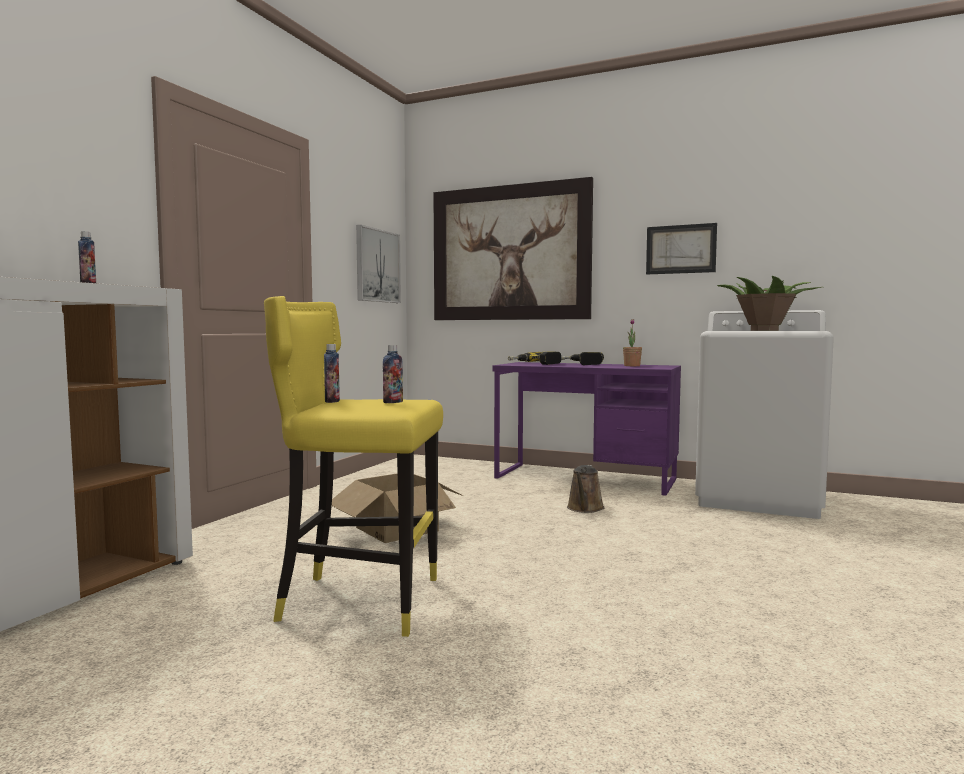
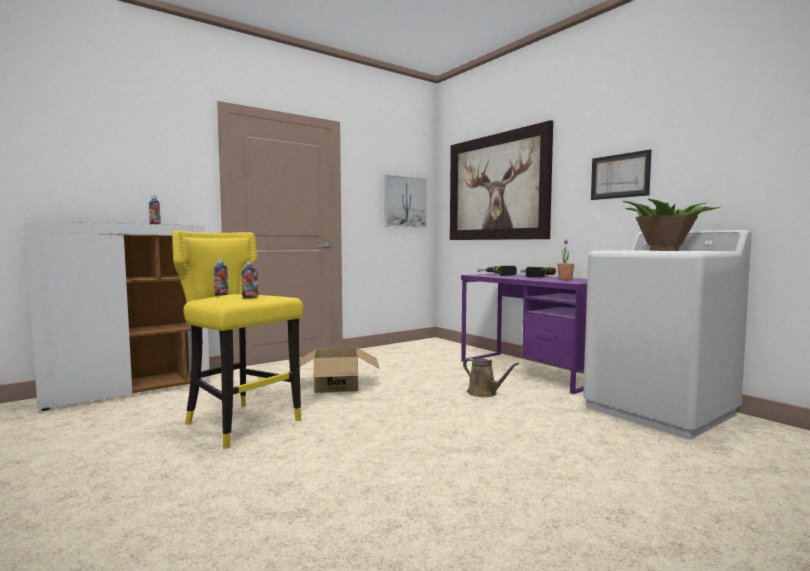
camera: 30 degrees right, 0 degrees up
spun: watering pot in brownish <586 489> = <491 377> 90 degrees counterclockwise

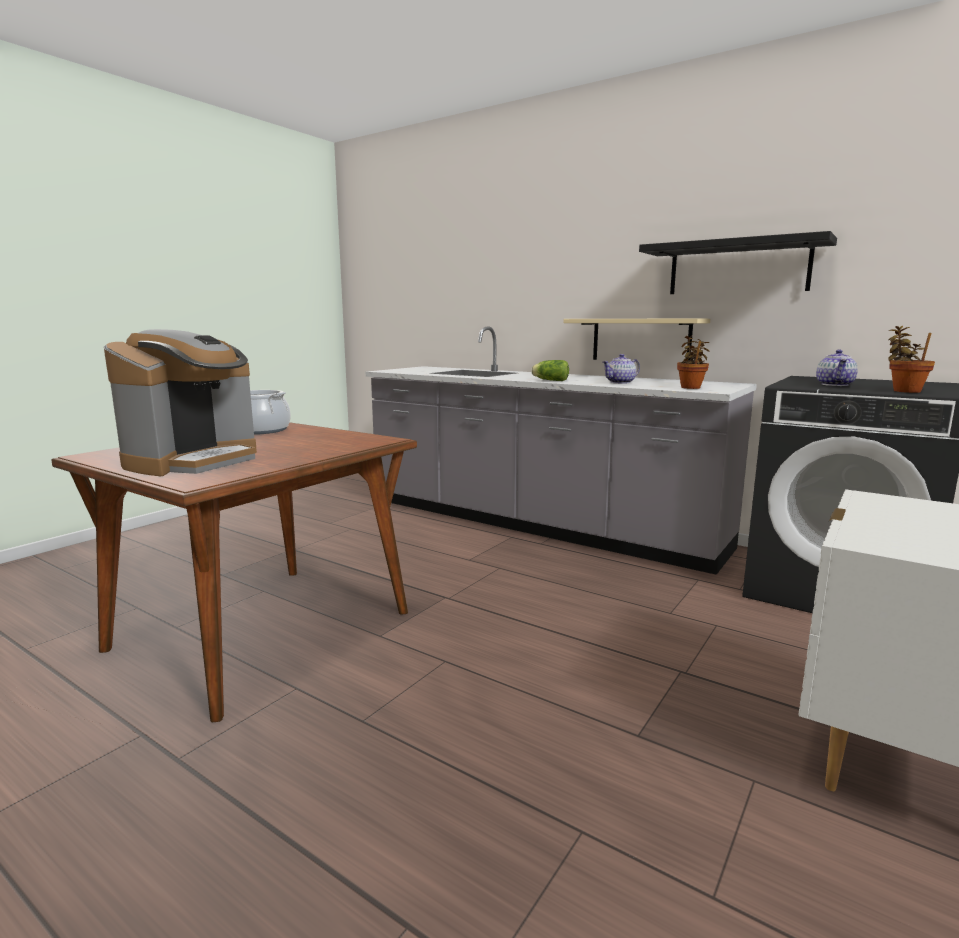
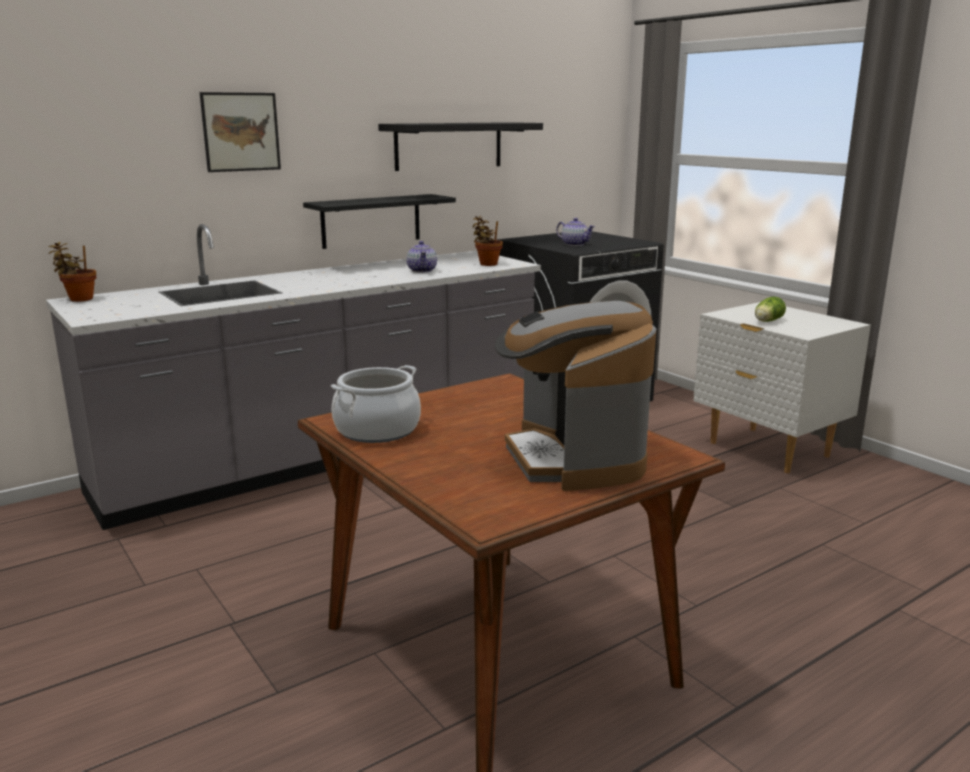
camera: 70 degrees left, 5 degrees up
appeared: wall picture <240 132>
relocated: head of lettuce <550 370> to <770 309>; potted plant <911 359> to <72 272>
colour: bracket shelf in beige <636 339> to bracket shelf in blackish <379 221>
spun: coffee machine <180 402> = <575 396> 150 degrees counterclockwise

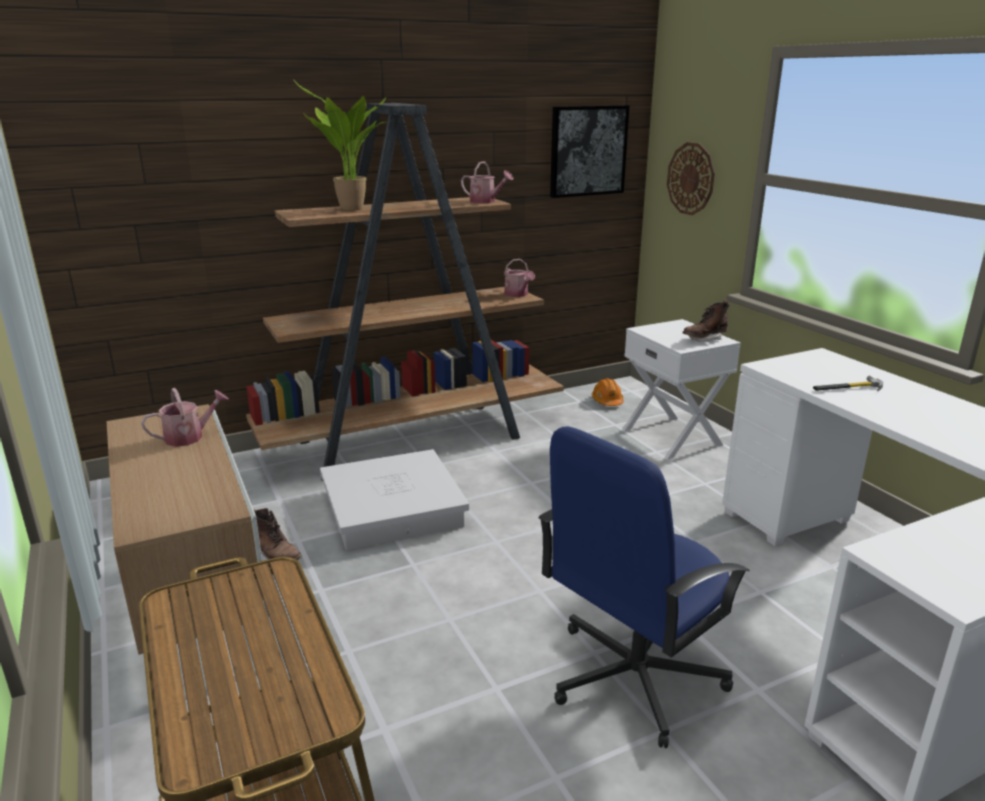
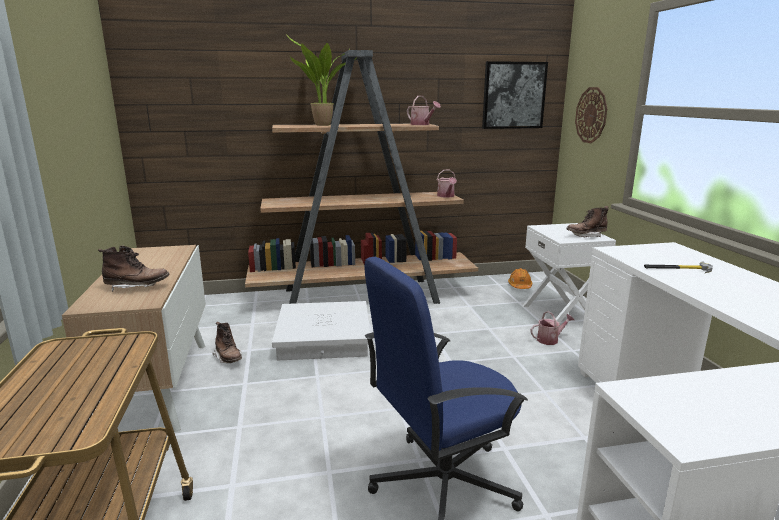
camera: 15 degrees right, 5 degrees down
appeared: boot in brownish <133 268>
relocated: watering pot <184 417> to <552 328>

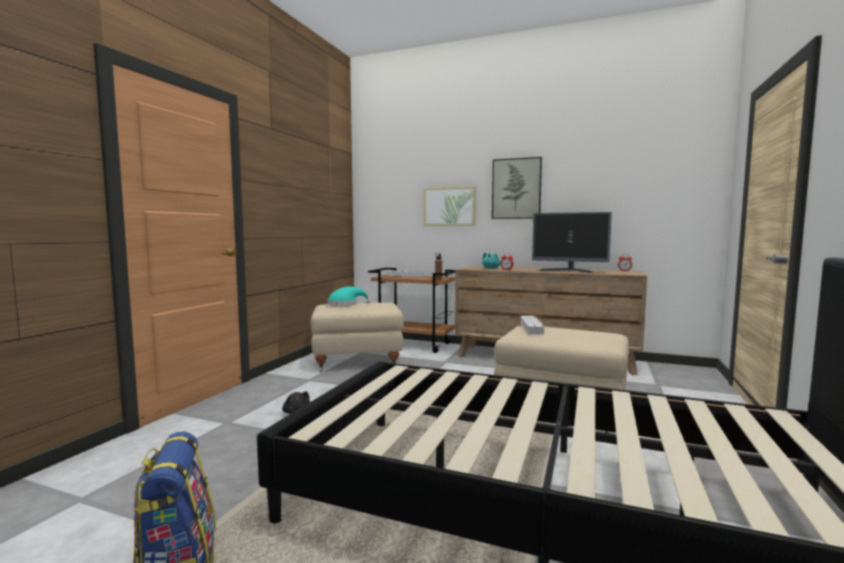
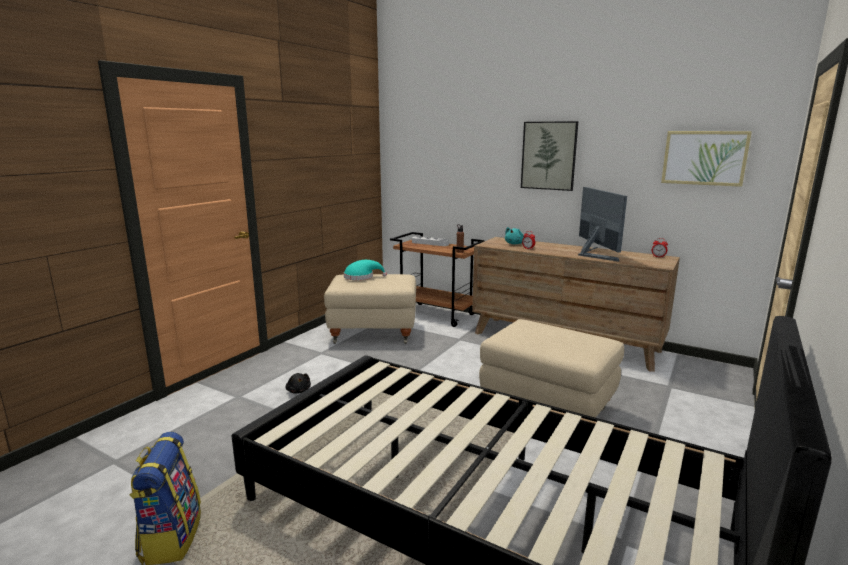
camera: 10 degrees right, 10 degrees up
missing: serving tray in greyish <532 325>
relocated: wall picture <450 206> to <706 159>
spun: computer screen <572 242> = <602 224> 135 degrees counterclockwise

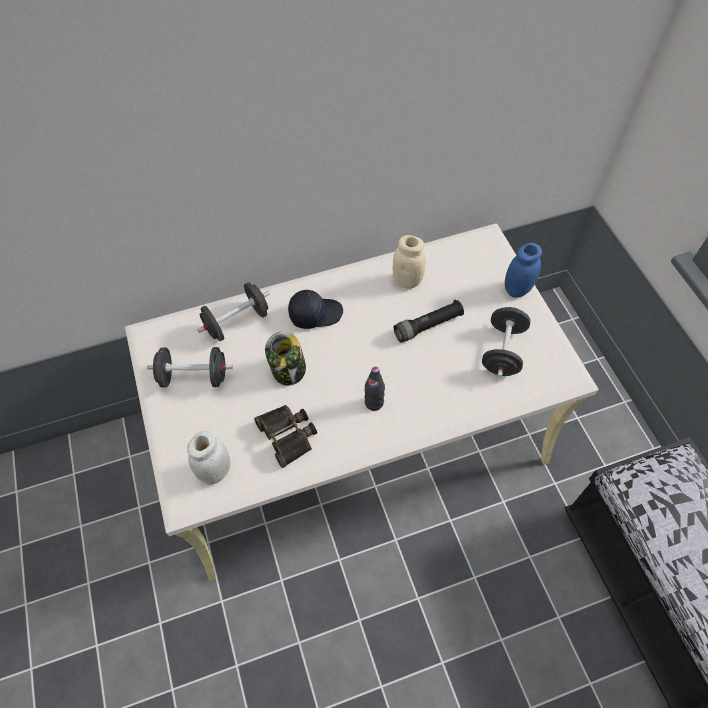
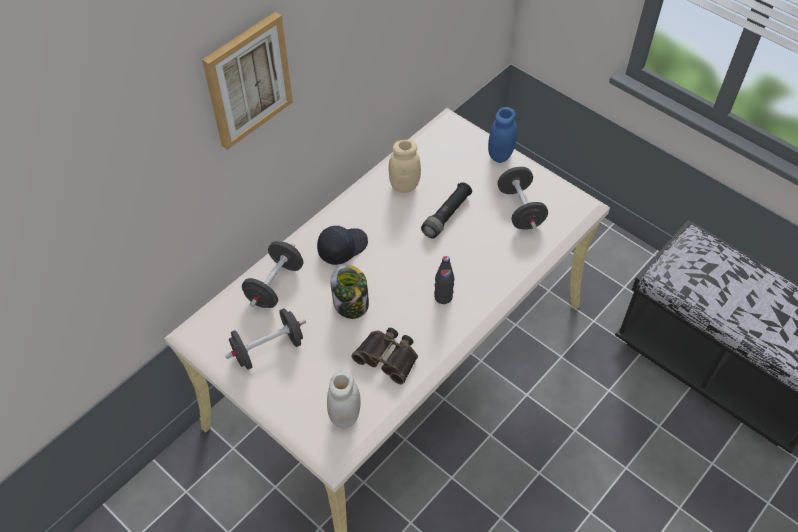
camera: 30 degrees left, 5 degrees down
appeared: wall picture <247 81>

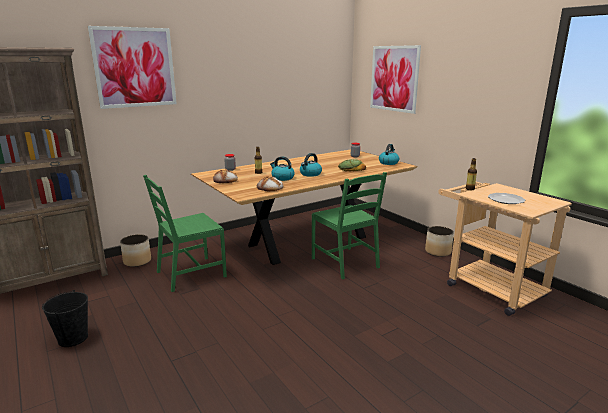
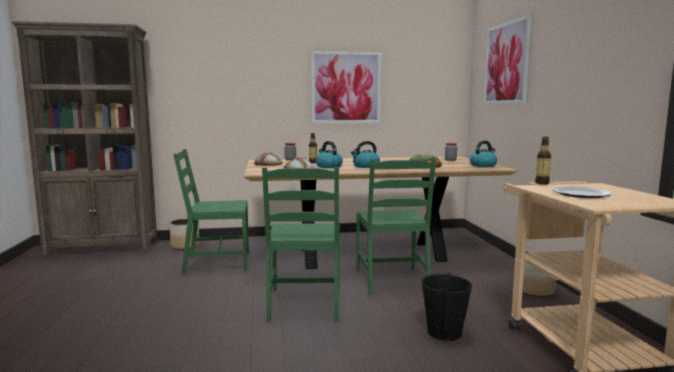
camera: 25 degrees right, 10 degrees down
appeared: chair in green-coloured <301 244>
relocated: bucket in blackish <65 318> to <446 306>; wall picture <132 67> to <346 87>

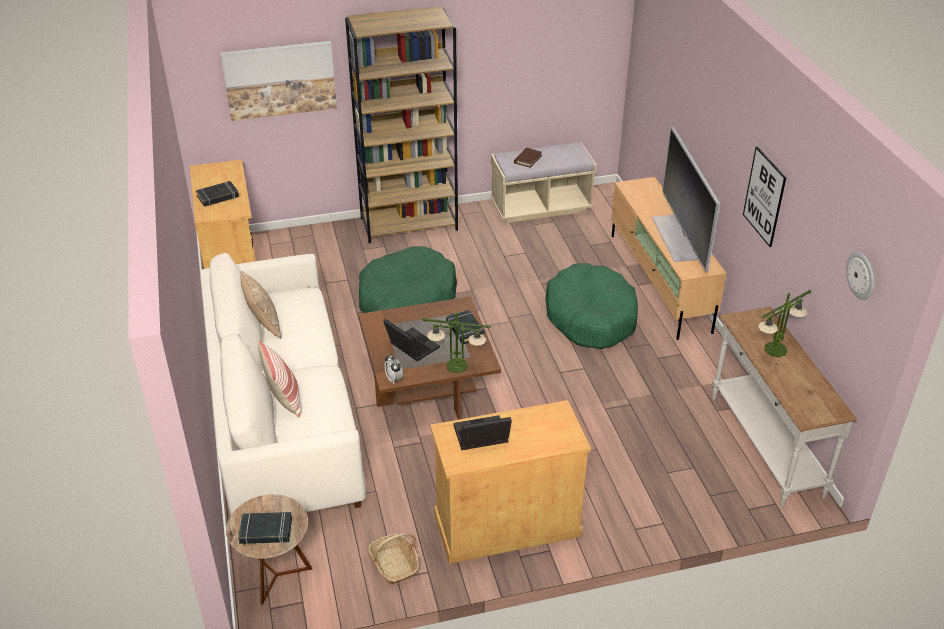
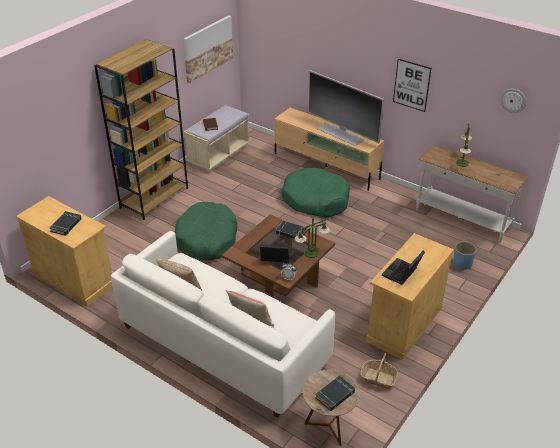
camera: 40 degrees left, 0 degrees up
appeared: plant pot in blue-coloured <465 255>
relocated: wall picture <278 81> to <208 49>

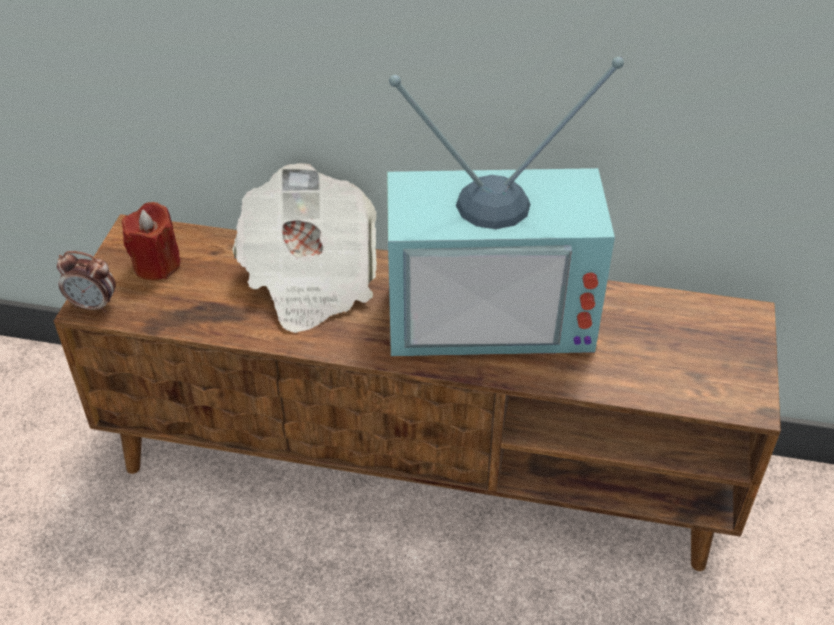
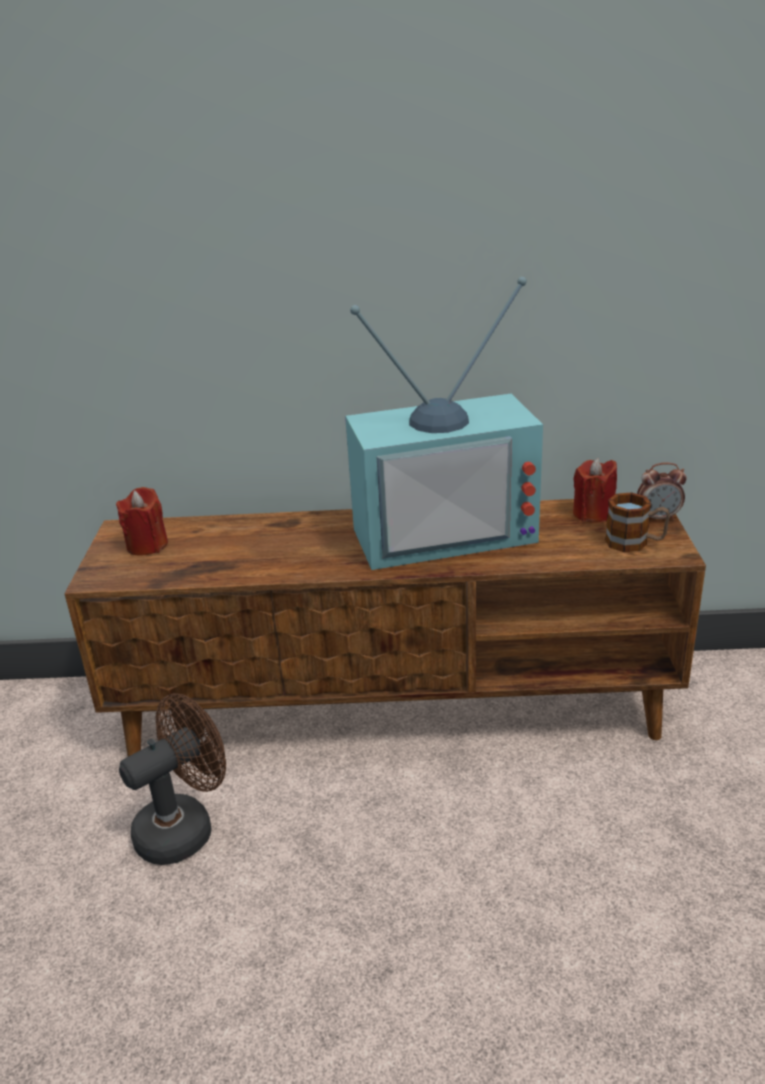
camera: 10 degrees left, 15 degrees down
missing: daily paper <304 248>
appeared: cooling fan in brownish <172 779>; candle in reddish <595 490>; mug <637 522>
relocated: alarm clock <86 282> to <662 491>

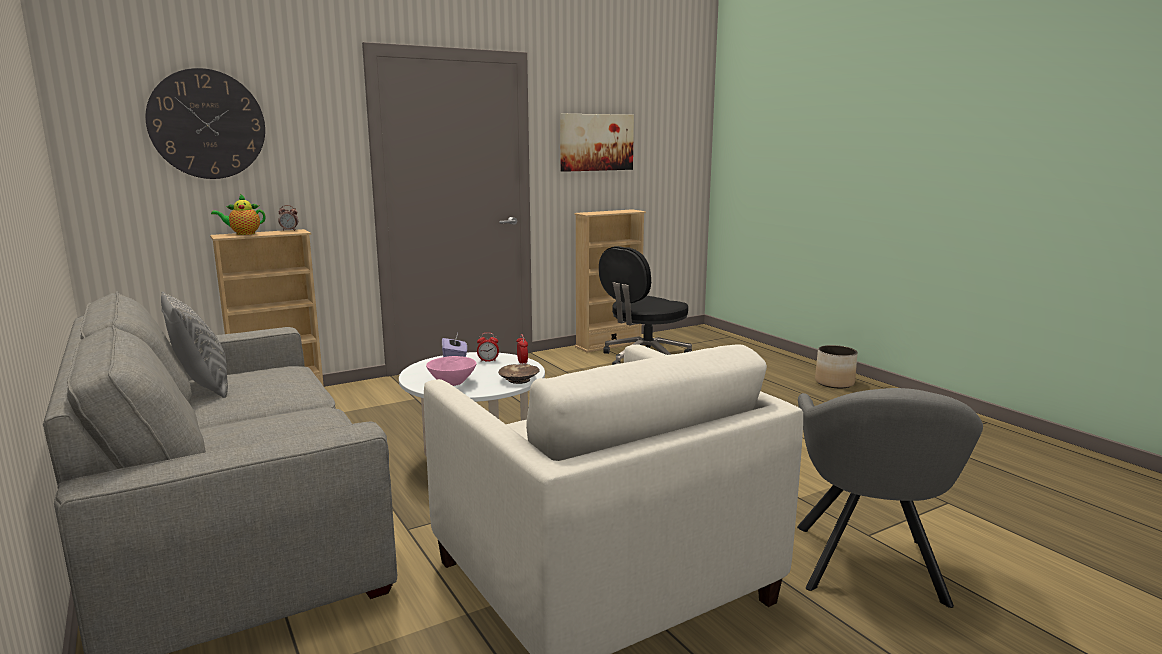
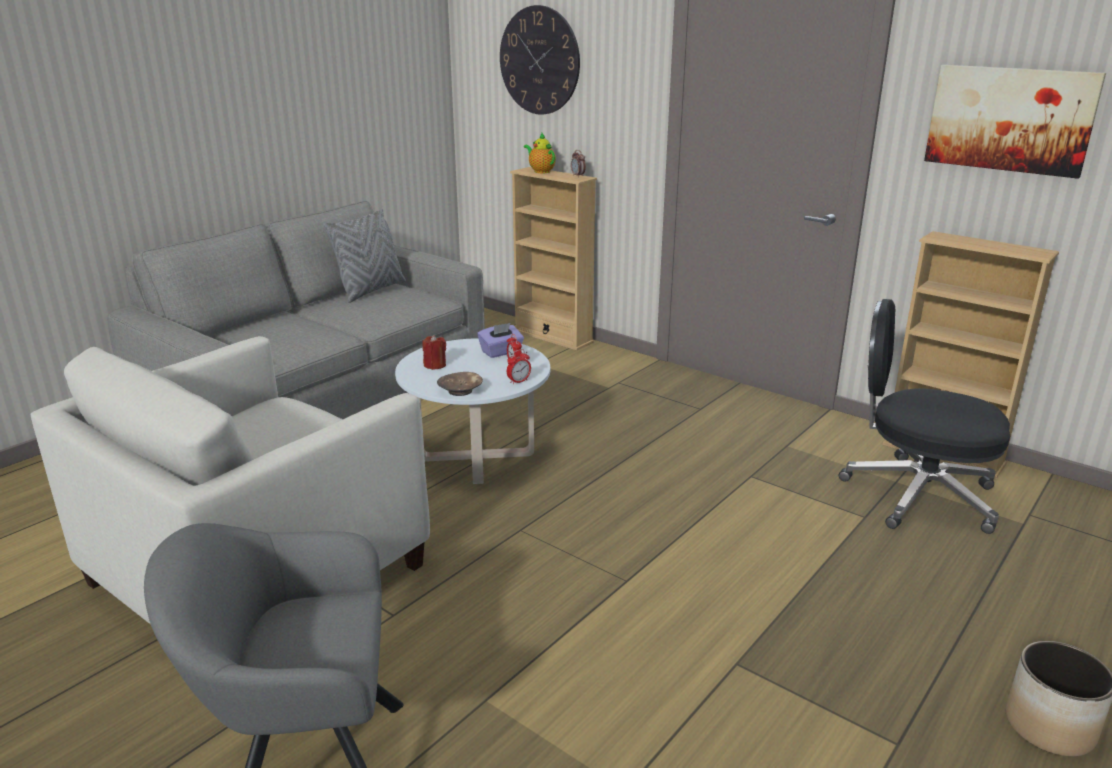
camera: 70 degrees right, 10 degrees up
exchanged: bowl in pinkish <451 371> to candle in reddish <434 352>

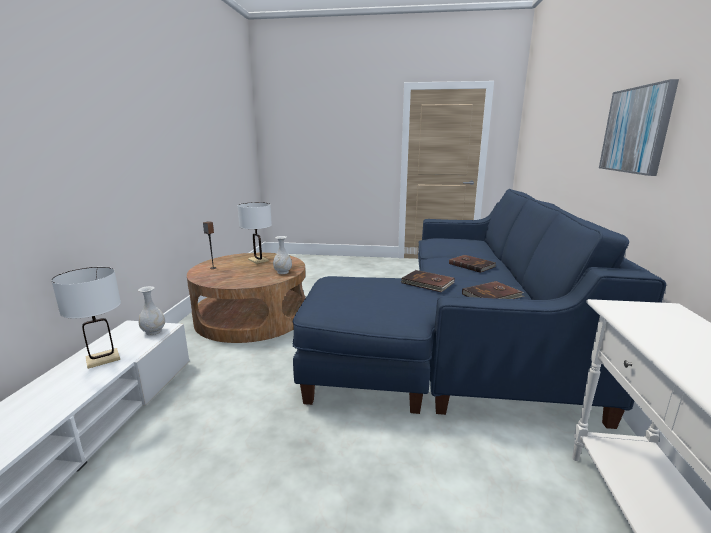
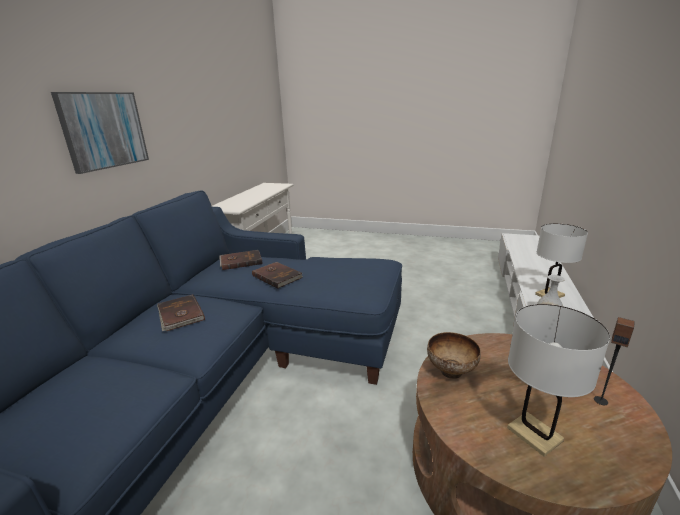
camera: 170 degrees left, 5 degrees up
exchanged: decorative vase in whitish <282 255> to bowl <454 355>

